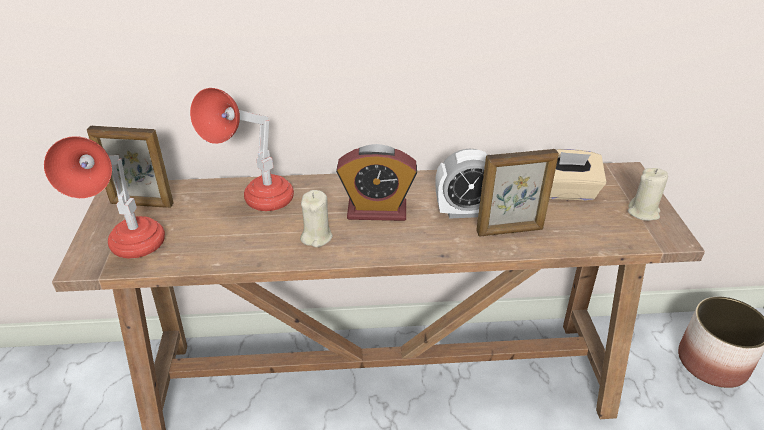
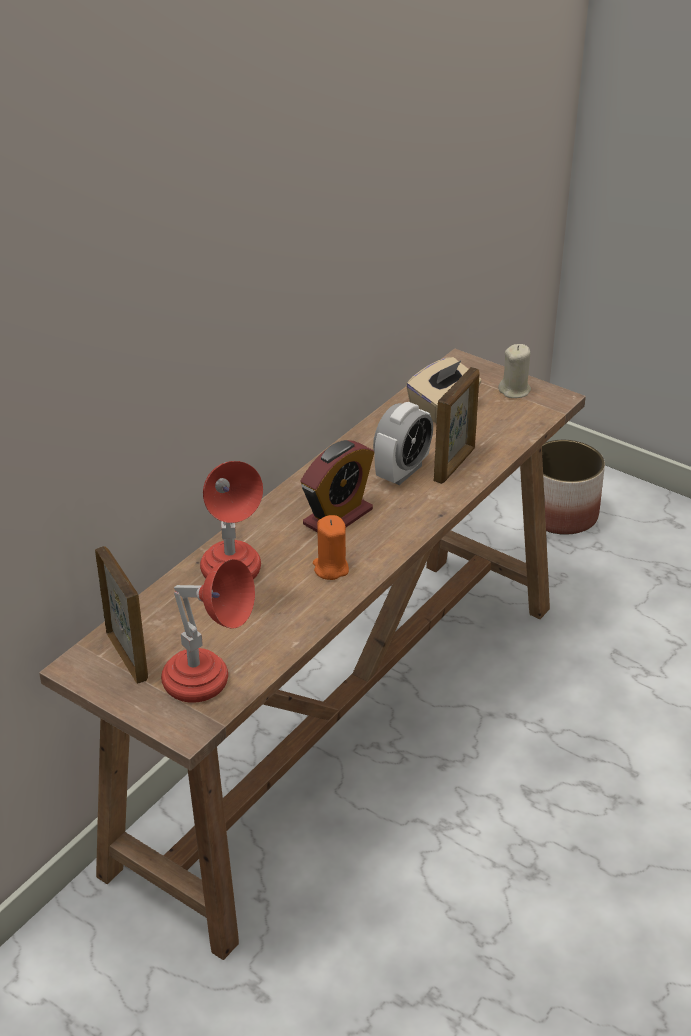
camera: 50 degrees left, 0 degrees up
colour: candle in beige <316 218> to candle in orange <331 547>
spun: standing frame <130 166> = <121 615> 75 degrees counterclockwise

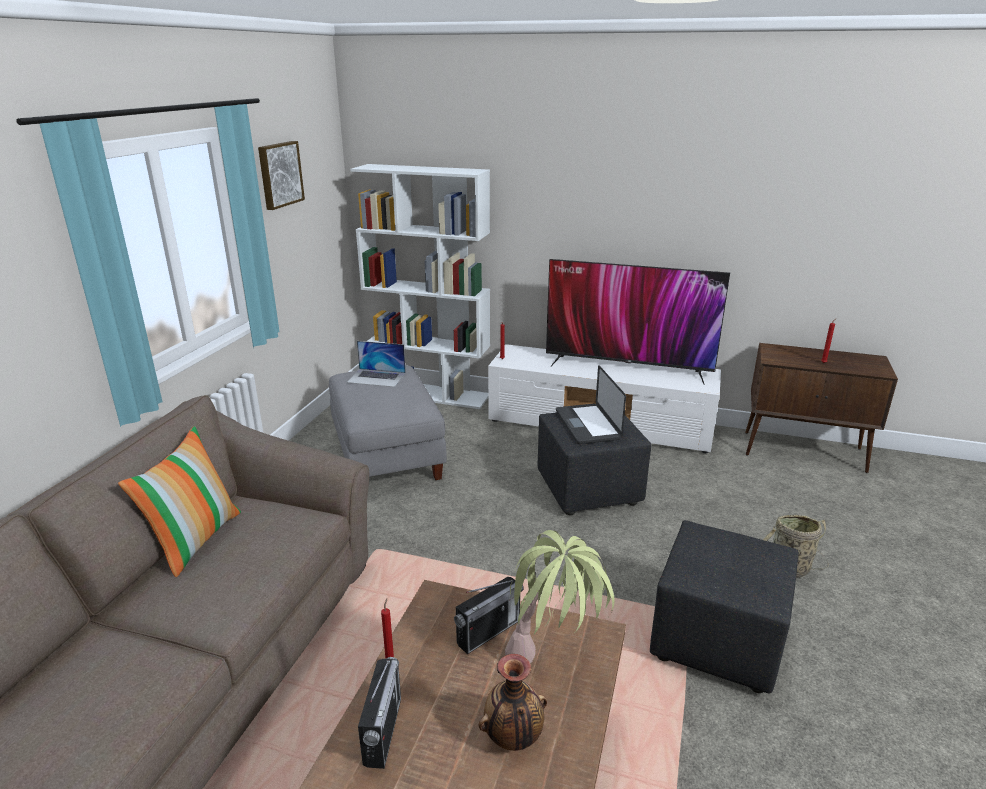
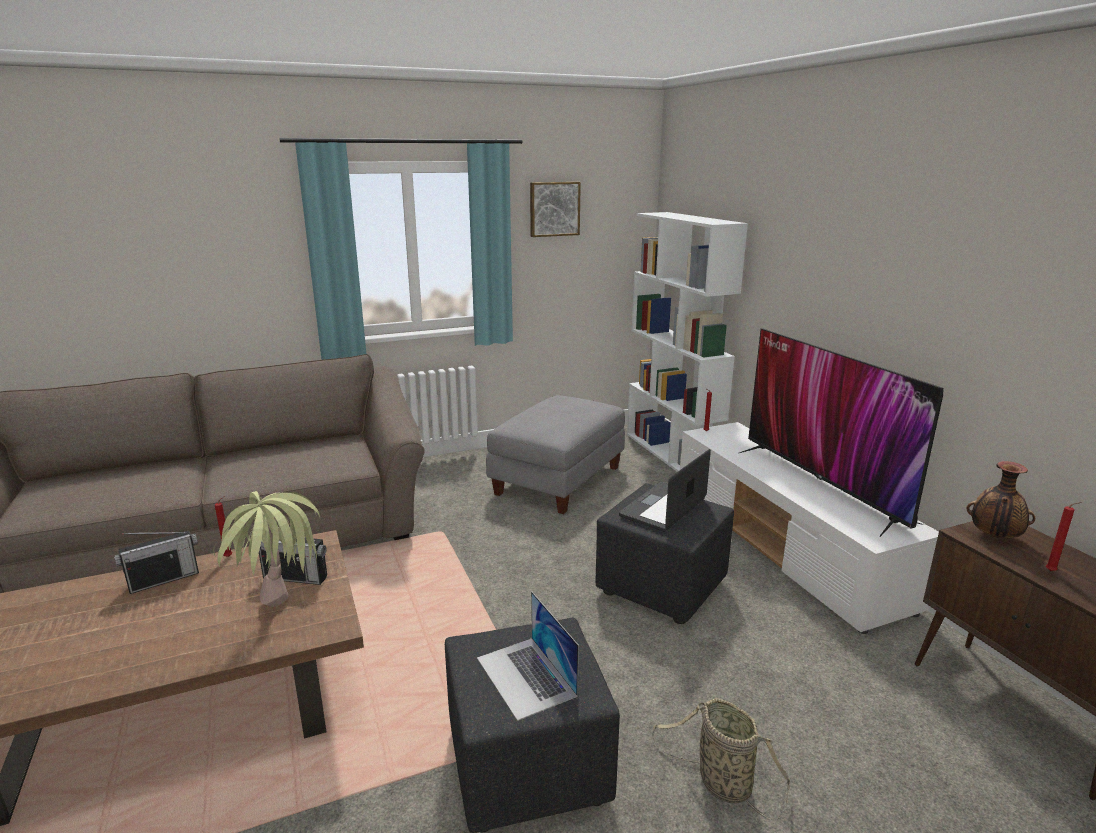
camera: 50 degrees right, 5 degrees down
missing: throw pillow <179 501>
relocated: portable computer <376 364> to <528 656>; decorative vase <513 702> to <1000 499>

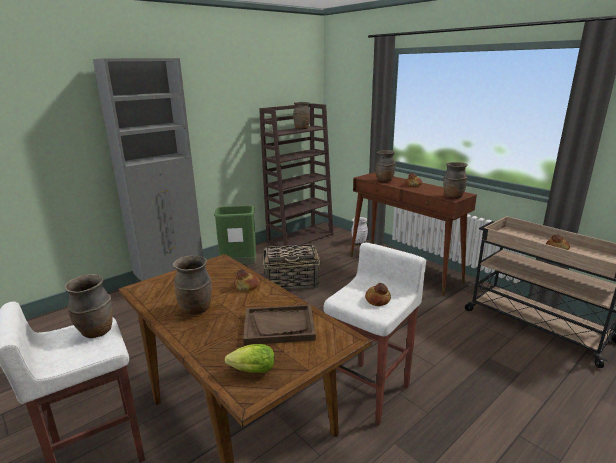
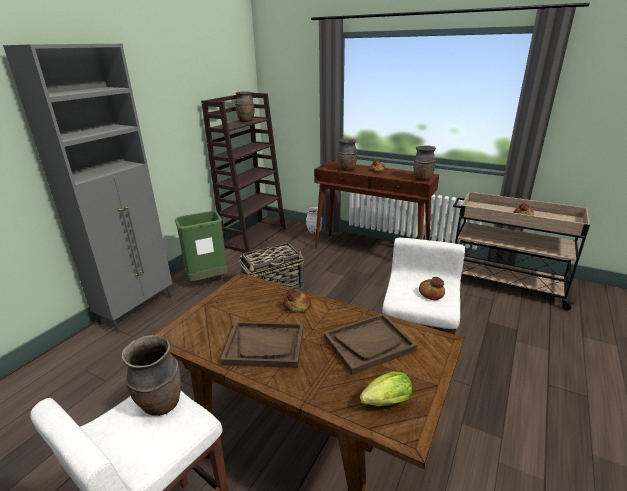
camera: 20 degrees left, 5 degrees up
exchanged: decorative vase in brownish <192 285> to serving tray in brownish <262 344>

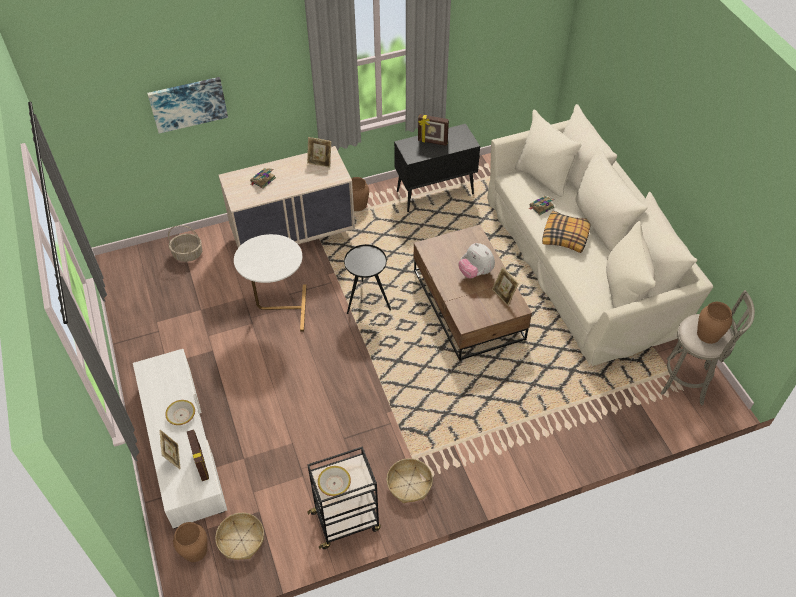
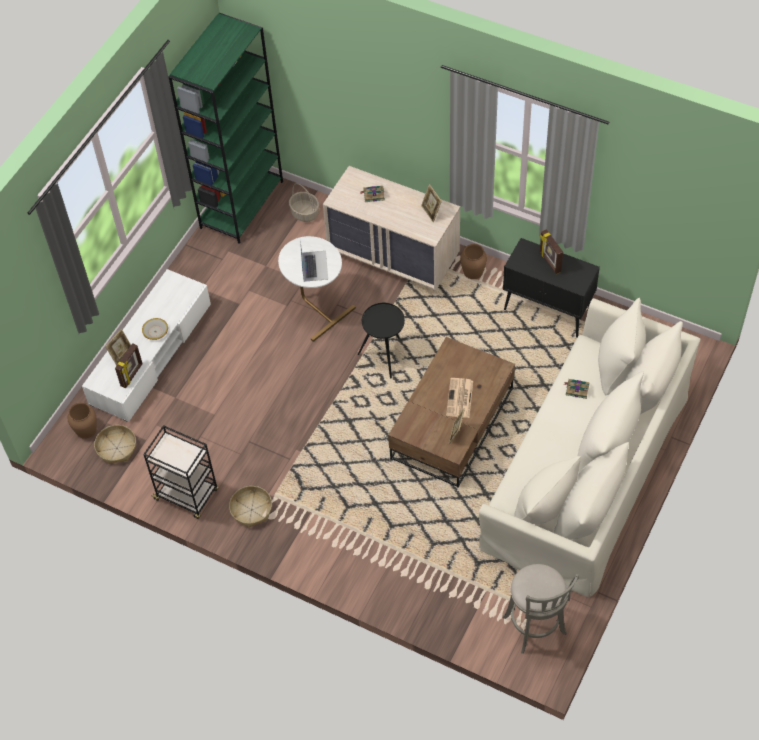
camera: 50 degrees right, 5 degrees up
missing: wall picture <187 105>; bowl <334 481>; throw pillow <566 232>; decorative vase in brownish <714 323>
appeared: bookshelf in green-coloured <225 128>; portable computer <314 261>
exchanged: soft toy <477 260> to daily paper <459 398>

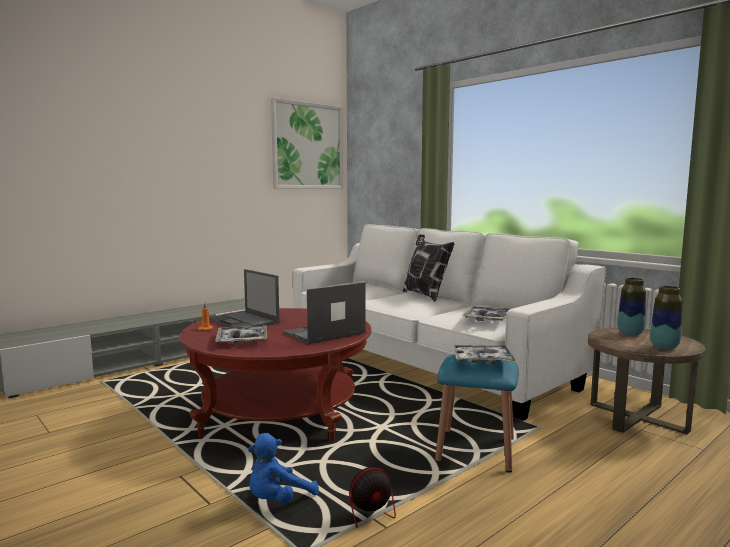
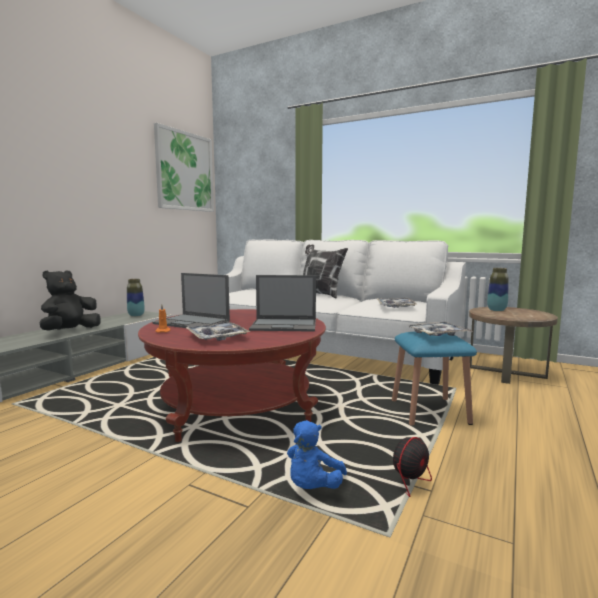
camera: 20 degrees left, 0 degrees up
appeared: soft toy in blackish <70 300>
relocated: decorative vase <666 318> to <136 298>
spun: portable computer <324 313> = <282 303> 120 degrees counterclockwise

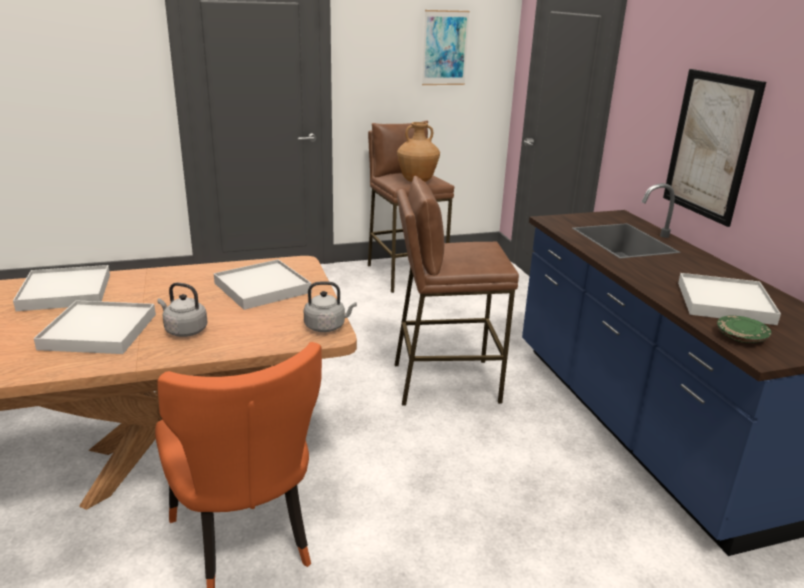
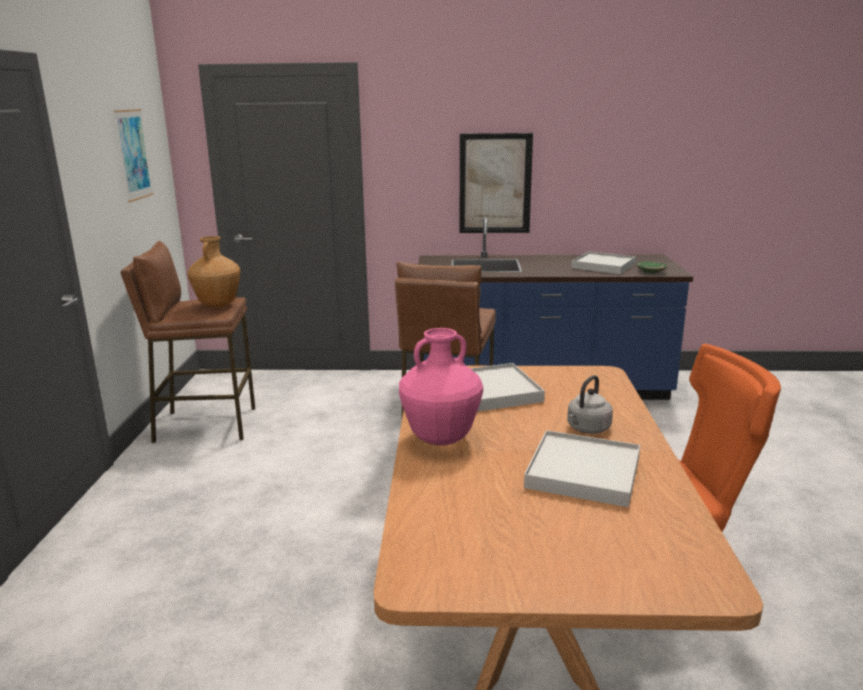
camera: 70 degrees left, 5 degrees down
missing: serving tray in whitish <61 288>; water kettle in greyish <330 306>
appeared: decorative vase in pinkish <441 386>

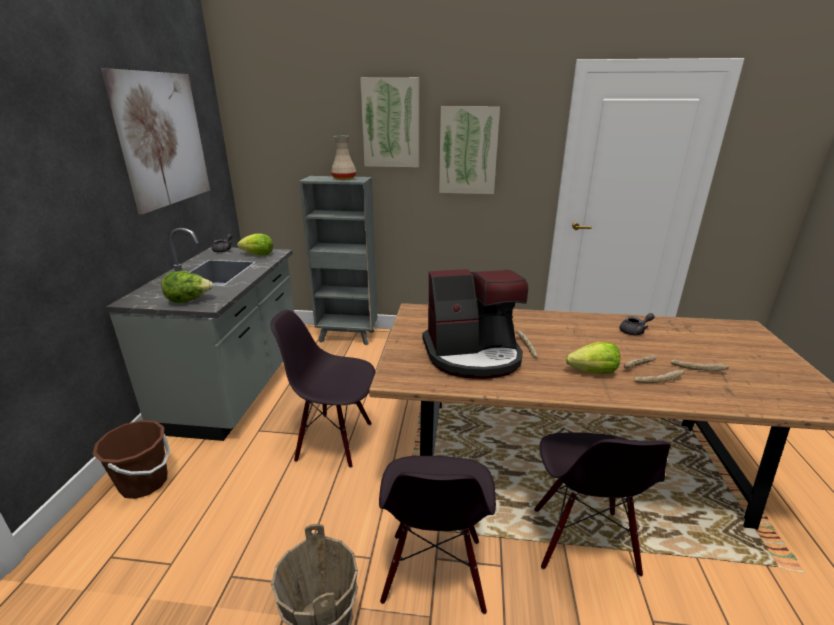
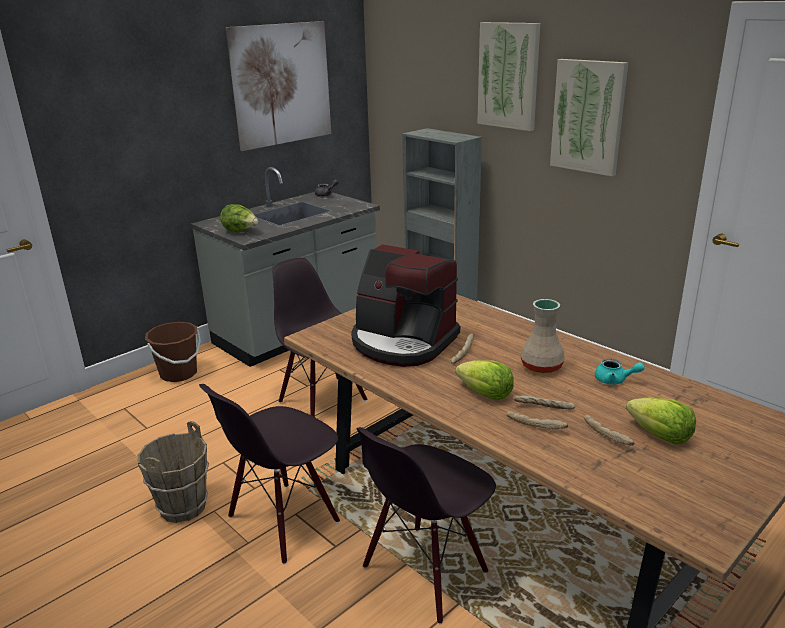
camera: 40 degrees right, 0 degrees up
relocated: head of lettuce <255 244> to <661 421>; decorative vase in beige <343 158> to <543 336>
colour: teapot in greyish <637 324> to teapot in blue-green <619 372>

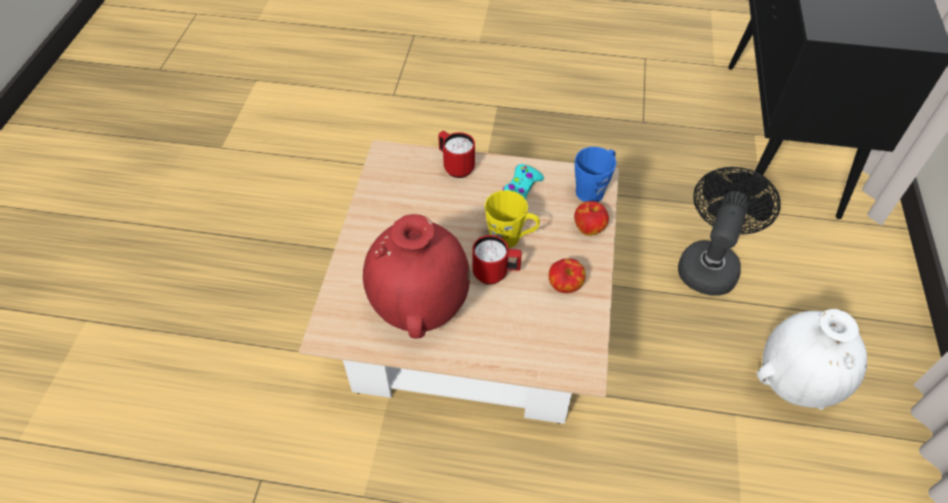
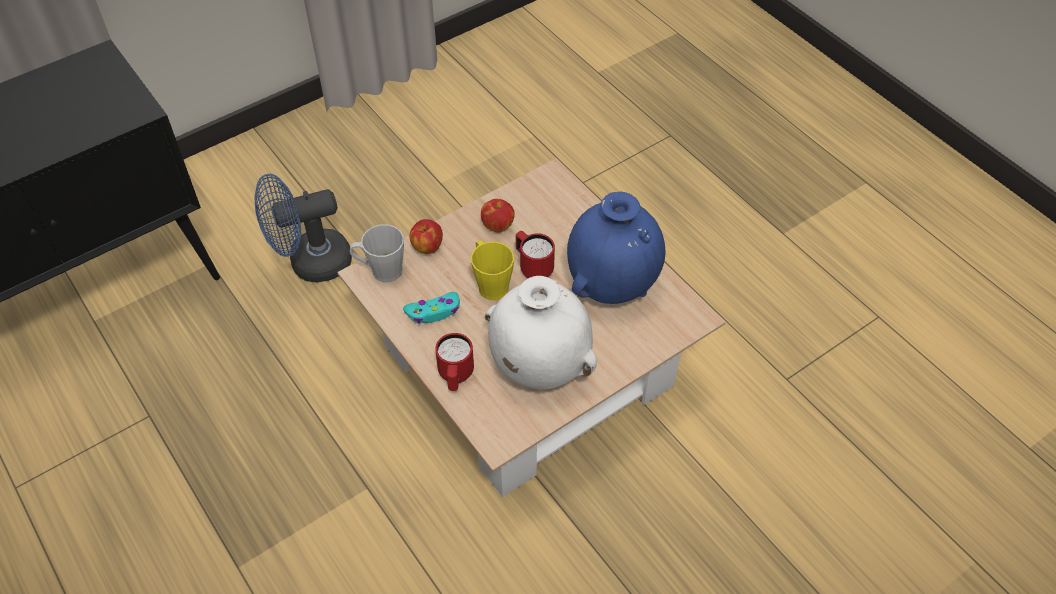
camera: 135 degrees left, 0 degrees up
relocated: decorative vase in whitish <812 359> to <541 333>
colour: decorative vase in reddish <416 276> to decorative vase in blue-coloured <616 247>; mug in blue-coloured <596 174> to mug in greyish <377 253>; cooling fan in blackish <729 231> to cooling fan in blue-coloured <303 228>

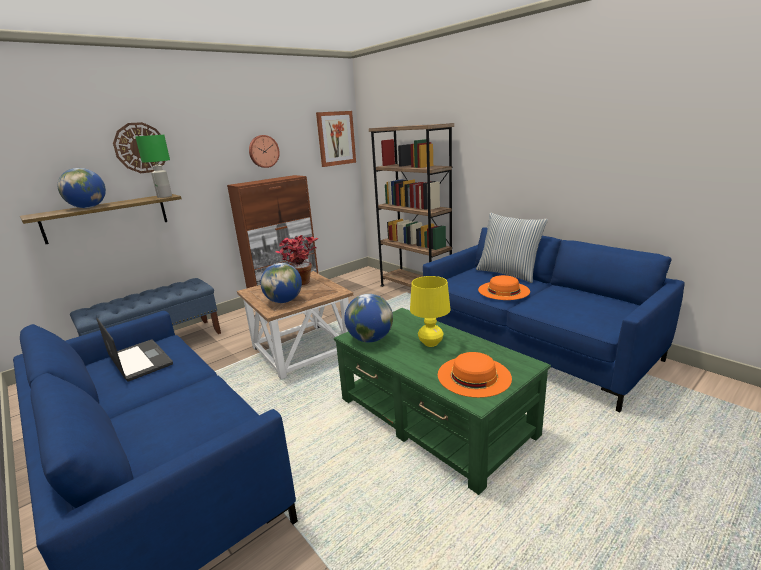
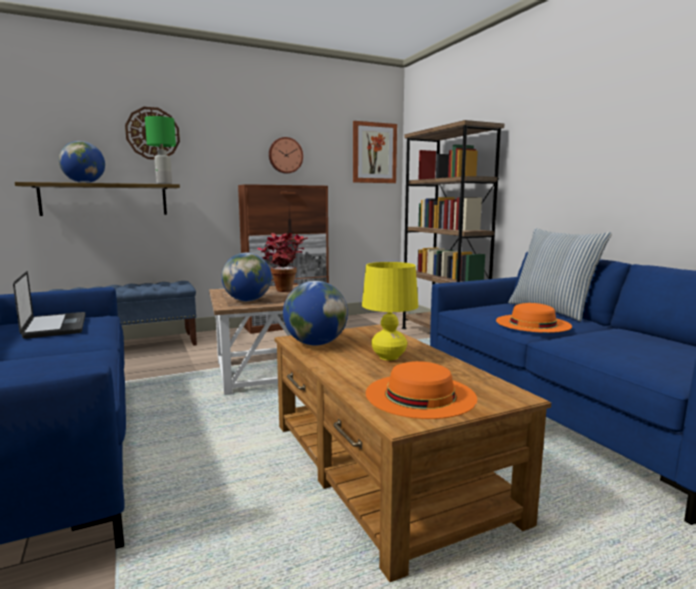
camera: 15 degrees right, 10 degrees down
colour: coffee table in green-coloured <442 401> to coffee table in brownish <413 453>

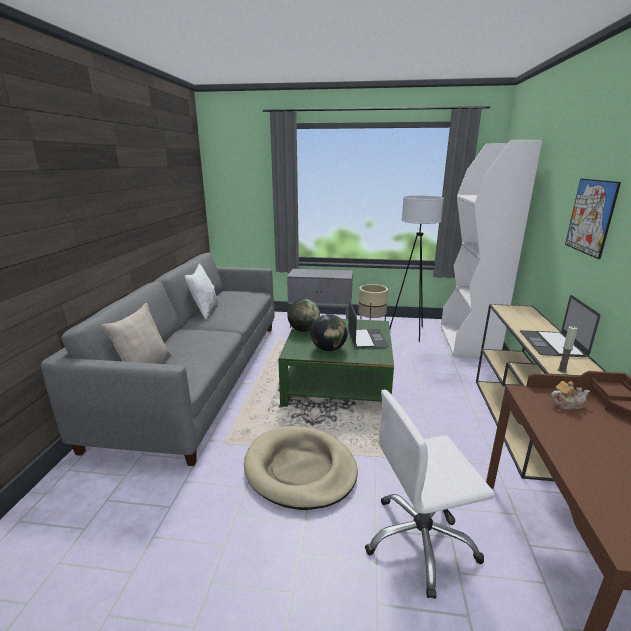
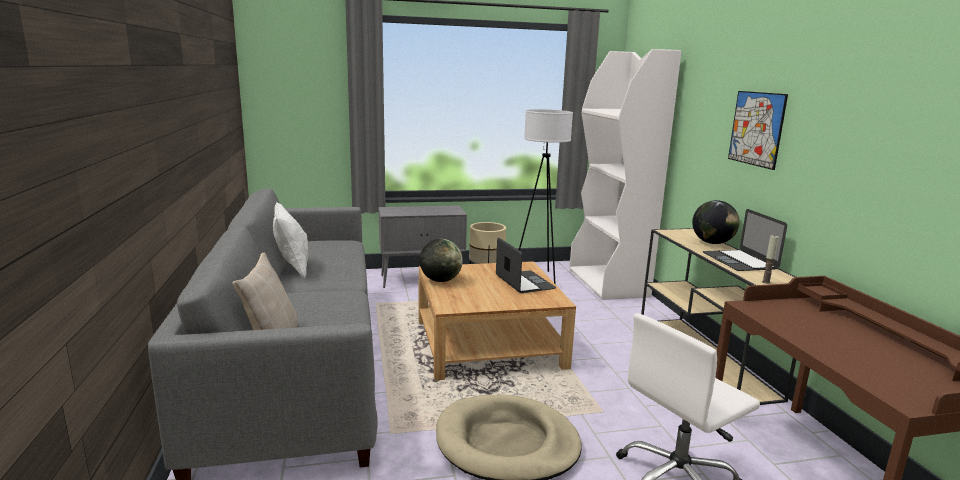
camera: 20 degrees left, 5 degrees down
missing: teapot <570 395>
relocated: world globe <329 332> to <716 222>
colour: coffee table in green-coloured <336 363> to coffee table in beige <497 321>

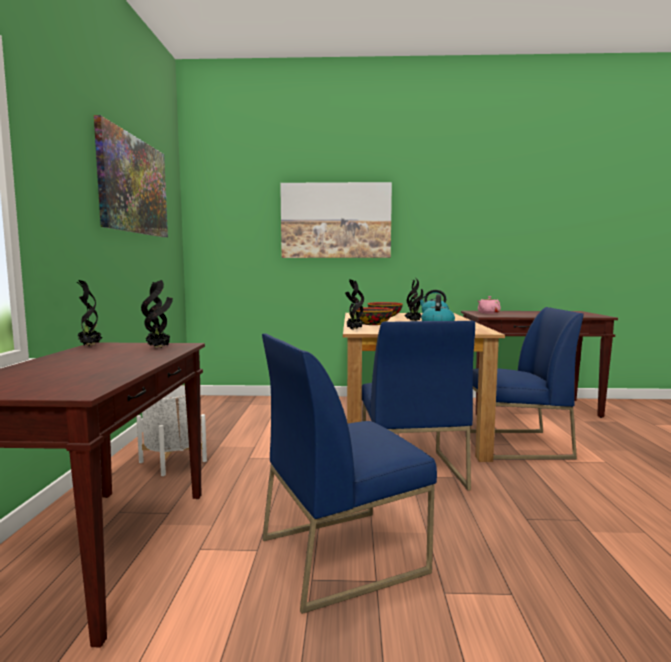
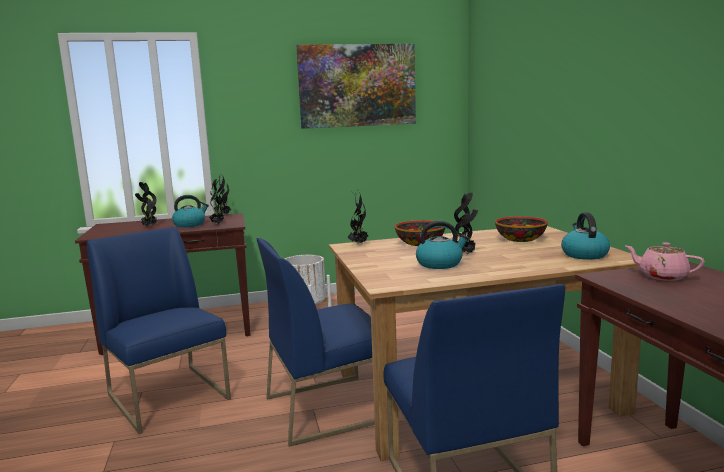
camera: 75 degrees right, 5 degrees up
missing: wall picture <336 220>
appeared: potted plant <146 204>; water kettle <190 211>

